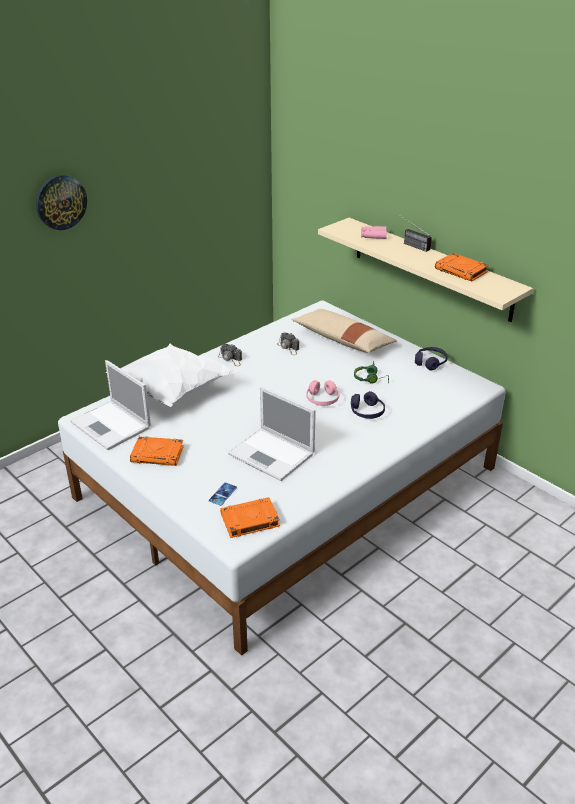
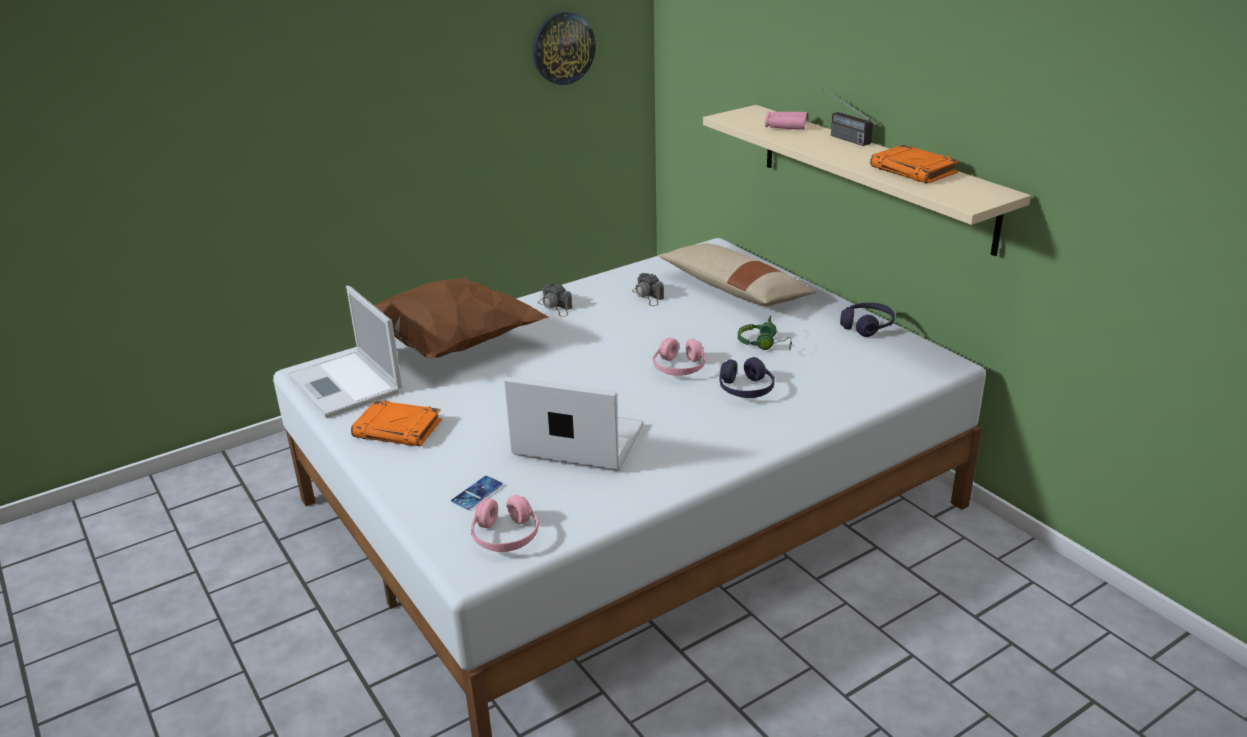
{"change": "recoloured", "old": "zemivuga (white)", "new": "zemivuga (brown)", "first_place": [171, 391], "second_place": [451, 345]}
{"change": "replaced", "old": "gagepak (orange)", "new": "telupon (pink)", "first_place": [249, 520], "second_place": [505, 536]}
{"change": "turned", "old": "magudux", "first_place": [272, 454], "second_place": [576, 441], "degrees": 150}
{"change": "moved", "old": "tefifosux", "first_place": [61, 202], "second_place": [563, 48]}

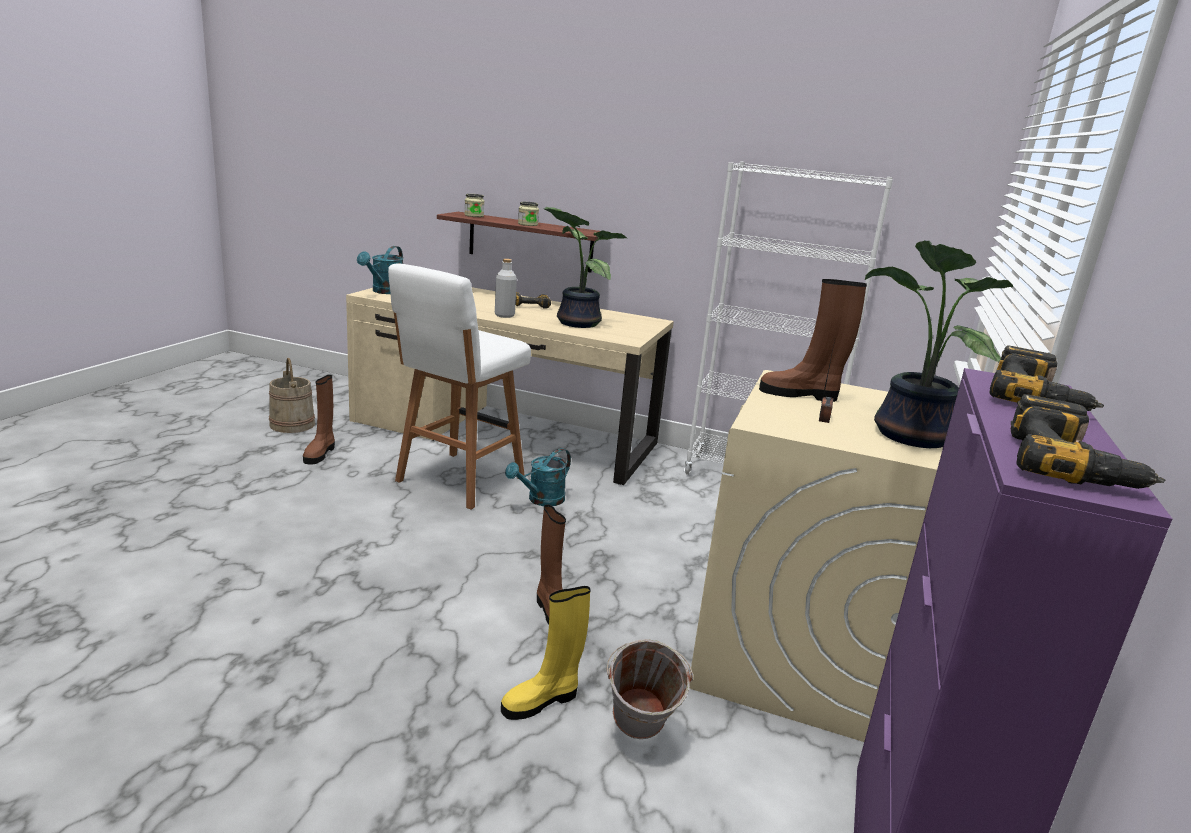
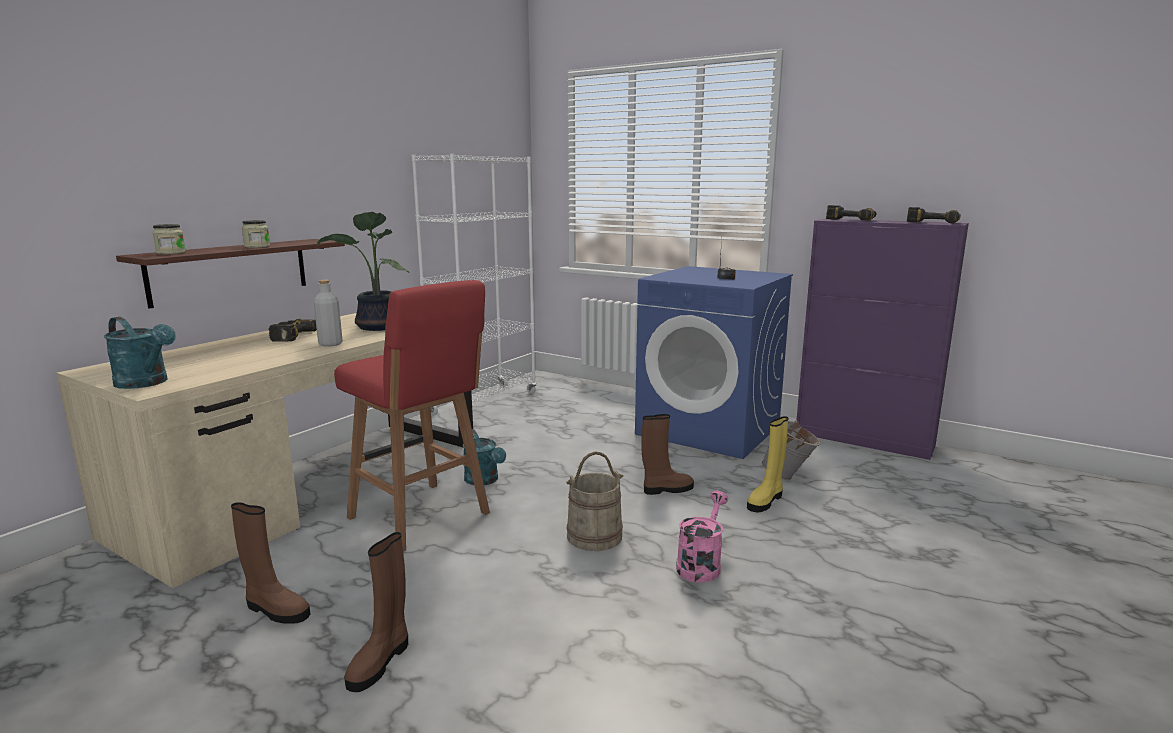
{"change": "recoloured", "old": "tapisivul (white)", "new": "tapisivul (red)", "first_place": [457, 481], "second_place": [421, 517]}
{"change": "moved", "old": "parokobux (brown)", "first_place": [800, 394], "second_place": [380, 662]}
{"change": "moved", "old": "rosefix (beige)", "first_place": [292, 424], "second_place": [594, 536]}
{"change": "recoloured", "old": "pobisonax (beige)", "new": "pobisonax (blue)", "first_place": [796, 658], "second_place": [709, 429]}
{"change": "added", "new": "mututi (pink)", "second_place": [701, 564]}
{"change": "turned", "old": "parokobux (yellow)", "first_place": [542, 701], "second_place": [765, 501], "degrees": 60}
{"change": "removed", "old": "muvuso", "first_place": [907, 435]}

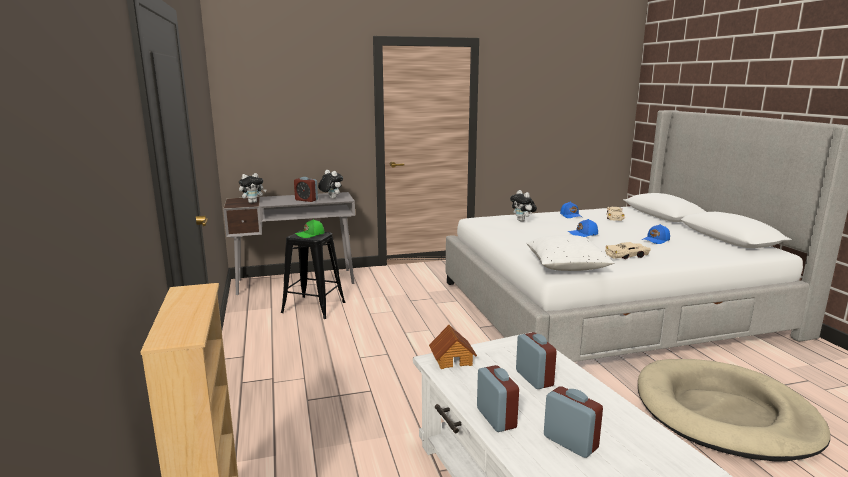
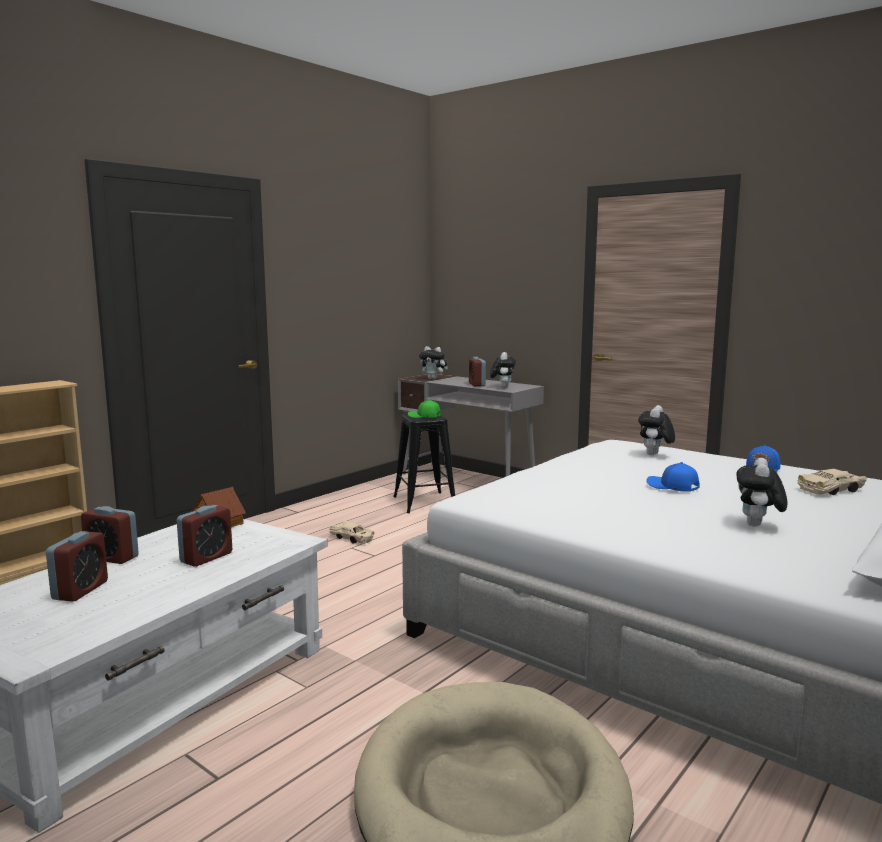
{"change": "turned", "old": "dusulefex", "first_place": [496, 418], "second_place": [112, 558], "degrees": 75}
{"change": "moved", "old": "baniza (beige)", "first_place": [627, 256], "second_place": [352, 538]}
{"change": "replaced", "old": "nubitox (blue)", "new": "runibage", "first_place": [656, 240], "second_place": [758, 526]}
{"change": "removed", "old": "zemivuga (white)", "first_place": [566, 267]}

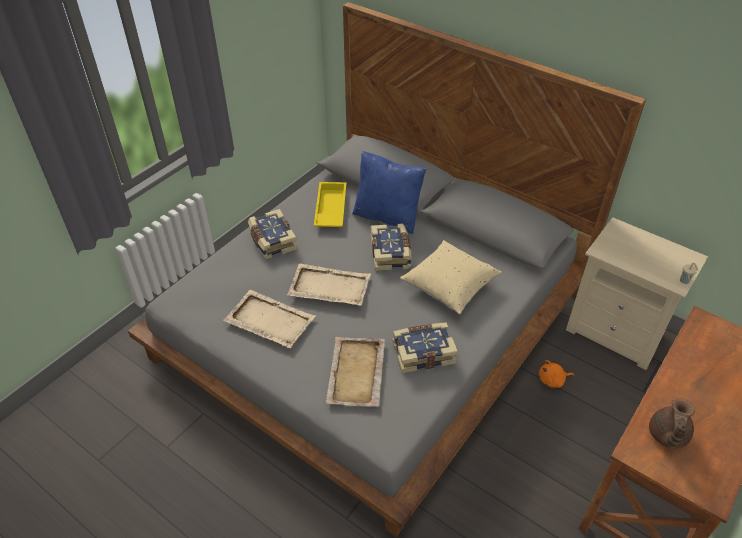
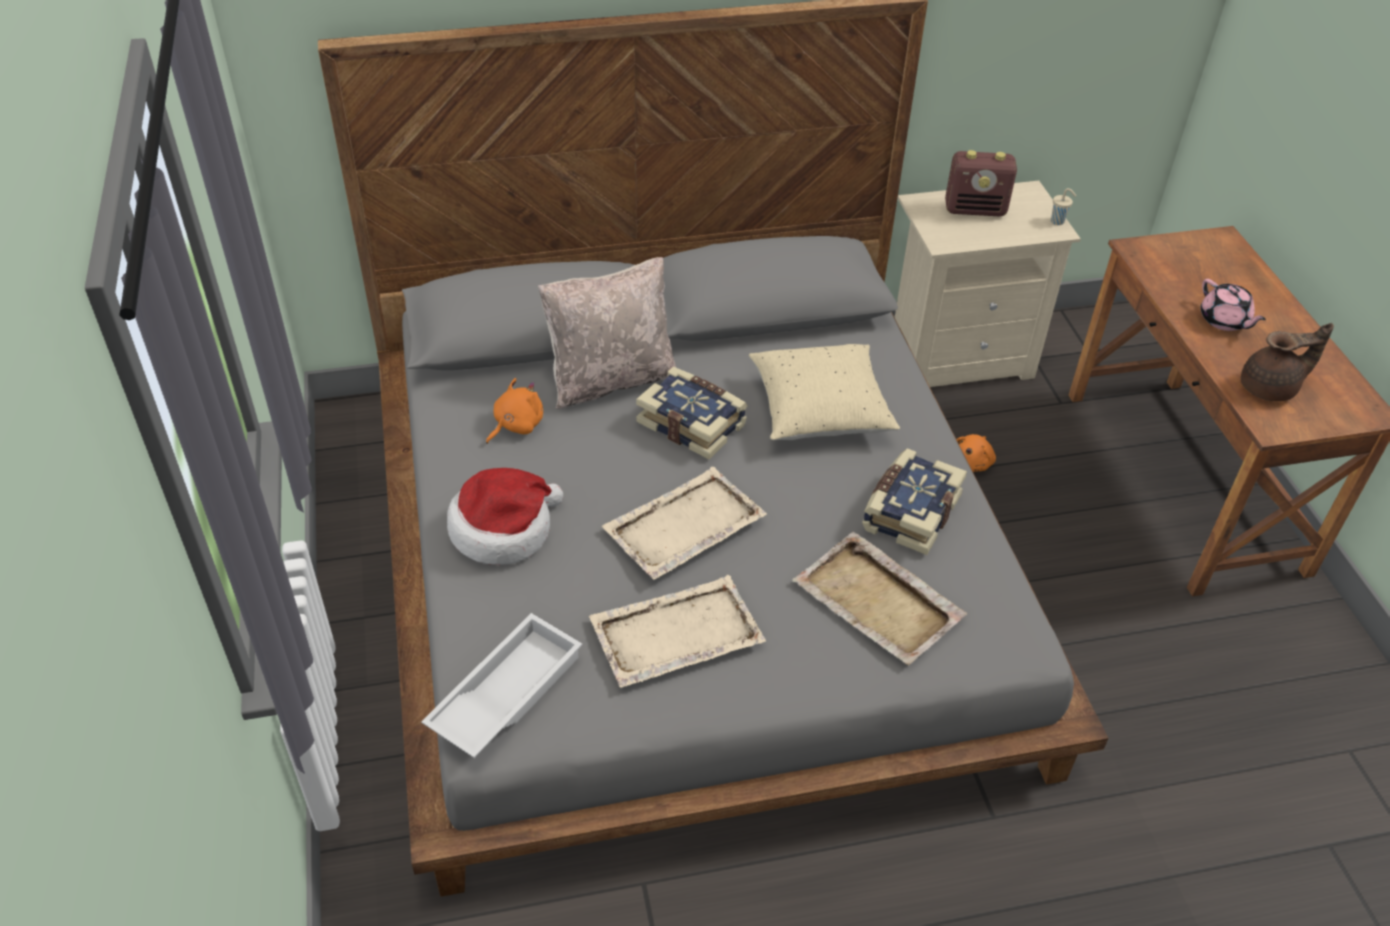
{"change": "added", "new": "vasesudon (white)", "second_place": [505, 692]}
{"change": "replaced", "old": "gagepak", "new": "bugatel", "first_place": [272, 241], "second_place": [503, 529]}
{"change": "replaced", "old": "vasesudon (yellow)", "new": "runibage (orange)", "first_place": [330, 209], "second_place": [516, 425]}
{"change": "recoloured", "old": "zemivuga (blue)", "new": "zemivuga (beige)", "first_place": [387, 216], "second_place": [611, 379]}
{"change": "added", "new": "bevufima", "second_place": [975, 210]}
{"change": "added", "new": "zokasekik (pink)", "second_place": [1224, 321]}
{"change": "turned", "old": "zokasekik (brown)", "first_place": [666, 436], "second_place": [1270, 388], "degrees": -75}

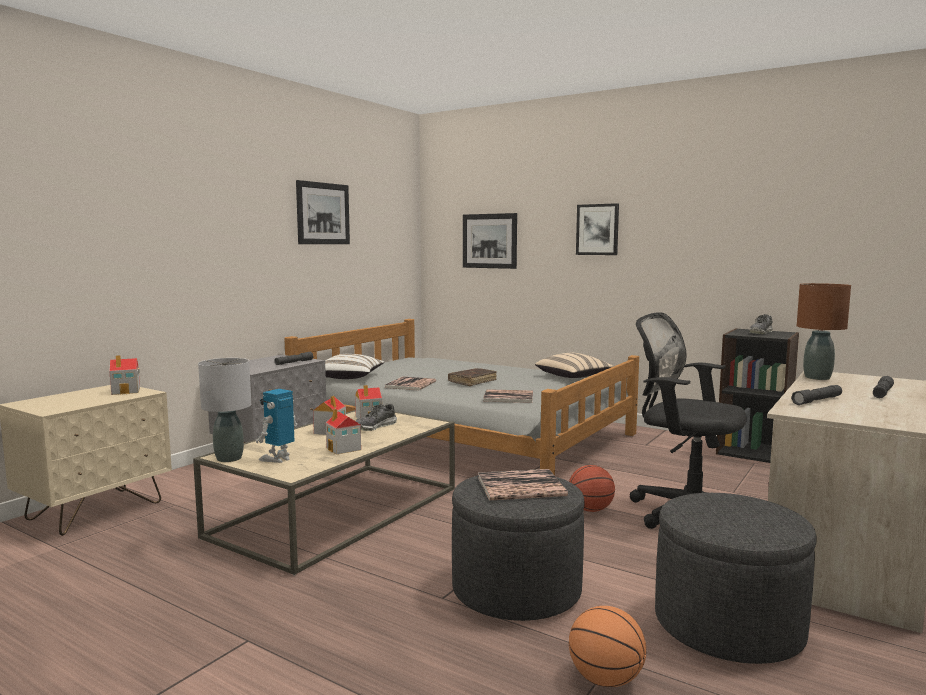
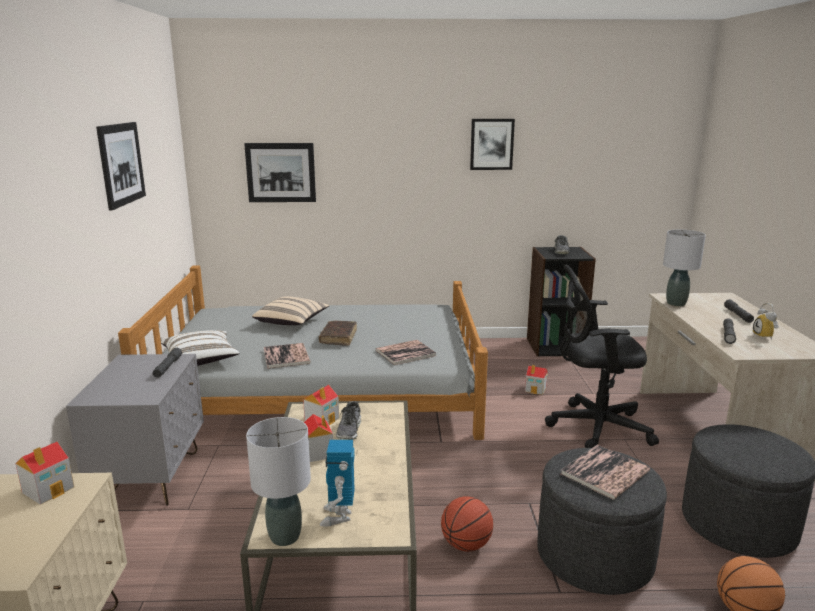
{"change": "moved", "old": "zemivuga (beige)", "first_place": [573, 377], "second_place": [292, 322]}
{"change": "moved", "old": "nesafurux", "first_place": [590, 510], "second_place": [466, 545]}
{"change": "moved", "old": "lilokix", "first_place": [597, 229], "second_place": [491, 144]}
{"change": "moved", "old": "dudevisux", "first_place": [344, 449], "second_place": [536, 389]}
{"change": "recoloured", "old": "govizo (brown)", "new": "govizo (grey)", "first_place": [816, 378], "second_place": [675, 303]}
{"change": "added", "new": "dusulefex", "second_place": [766, 337]}

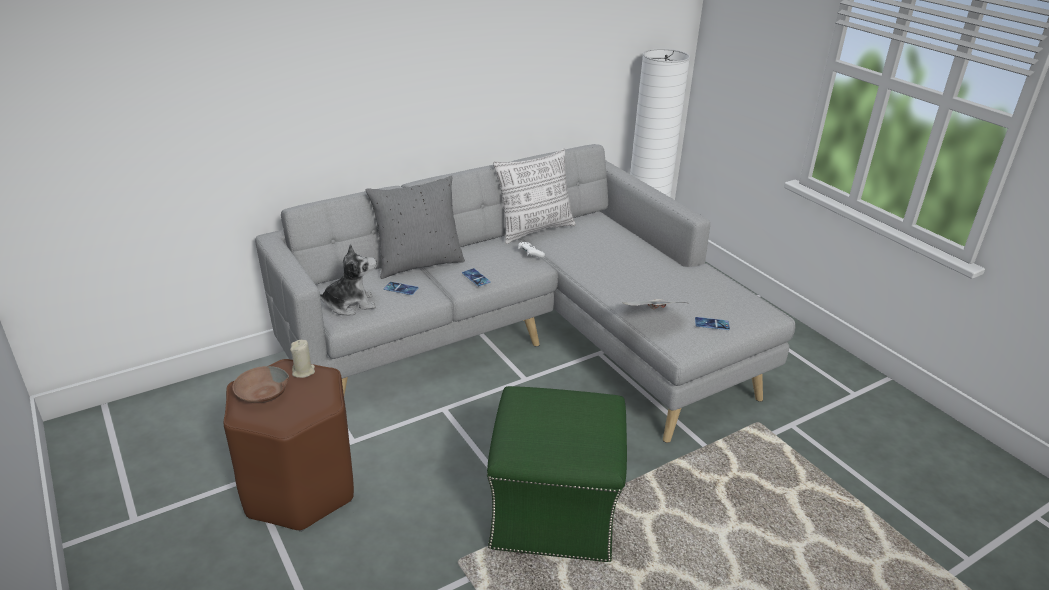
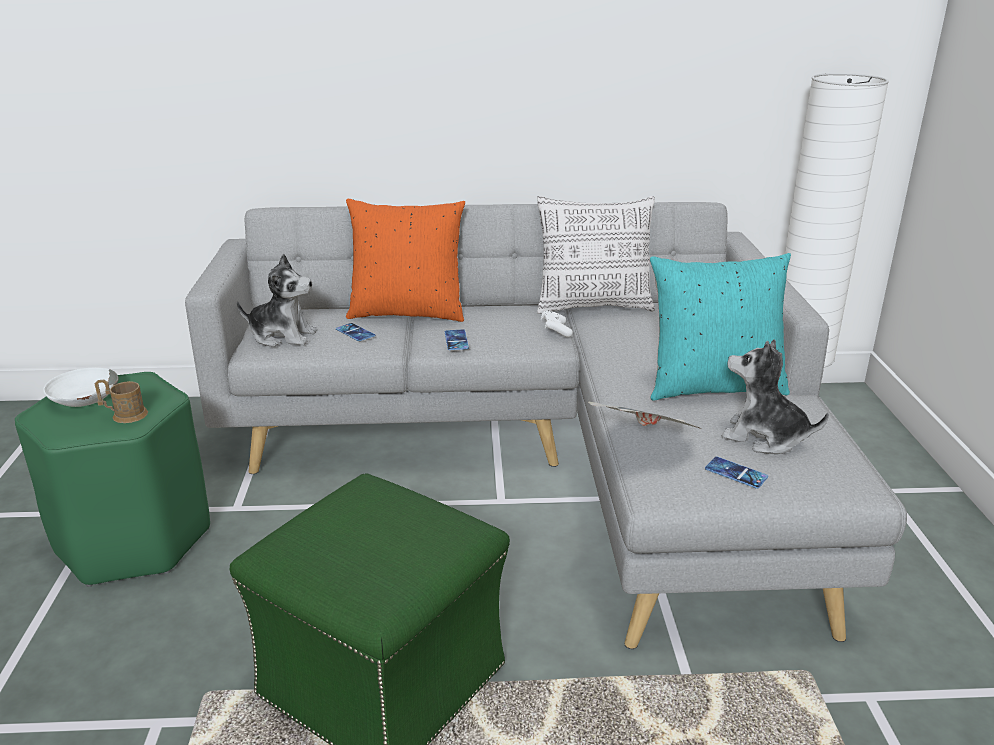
{"change": "recoloured", "old": "tapisivul (brown)", "new": "tapisivul (green)", "first_place": [299, 488], "second_place": [134, 539]}
{"change": "recoloured", "old": "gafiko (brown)", "new": "gafiko (white)", "first_place": [262, 393], "second_place": [82, 397]}
{"change": "added", "new": "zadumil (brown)", "second_place": [124, 415]}
{"change": "recoloured", "old": "zemivuga (grey)", "new": "zemivuga (orange)", "first_place": [418, 263], "second_place": [407, 312]}
{"change": "added", "new": "zemivuga (turquoise)", "second_place": [713, 387]}
{"change": "added", "new": "runibage", "second_place": [764, 437]}
{"change": "removed", "old": "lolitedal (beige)", "first_place": [303, 371]}

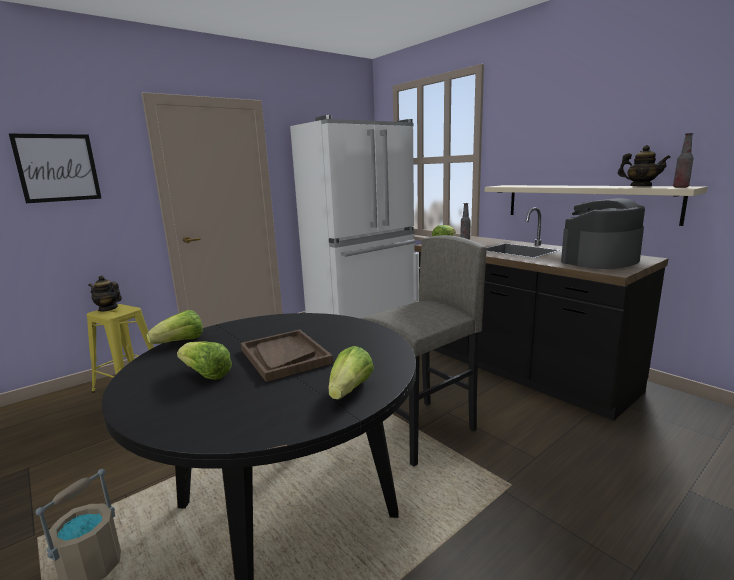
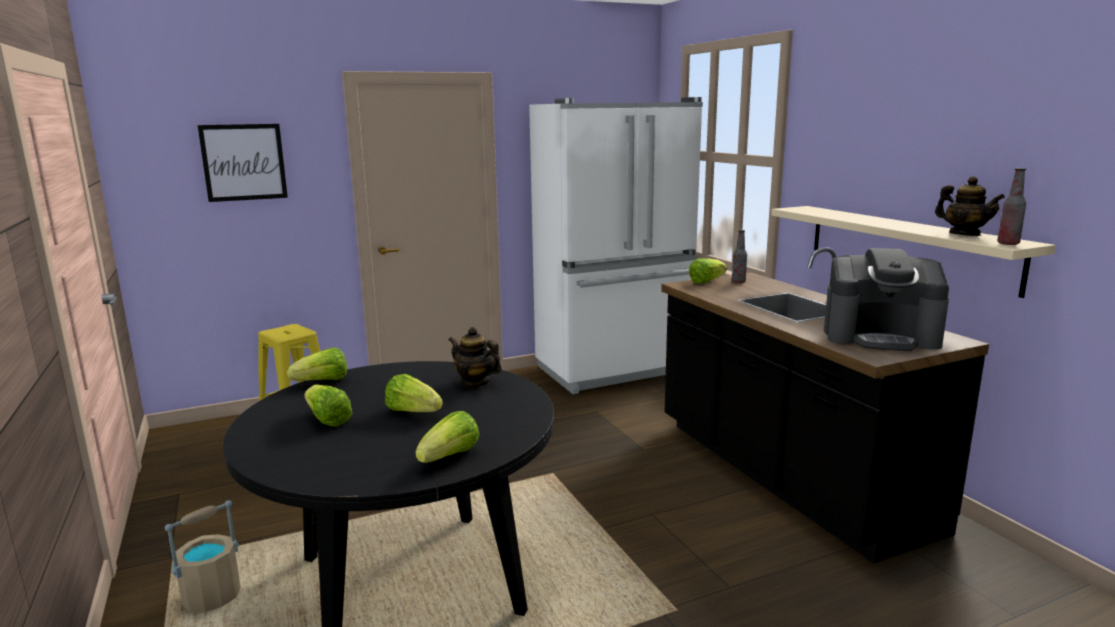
{"change": "replaced", "old": "vasesudon (brown)", "new": "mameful", "first_place": [285, 356], "second_place": [413, 412]}
{"change": "moved", "old": "zokasekik", "first_place": [108, 309], "second_place": [475, 383]}
{"change": "turned", "old": "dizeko", "first_place": [599, 260], "second_place": [880, 336], "degrees": -150}
{"change": "removed", "old": "tapisivul (grey)", "first_place": [422, 431]}

